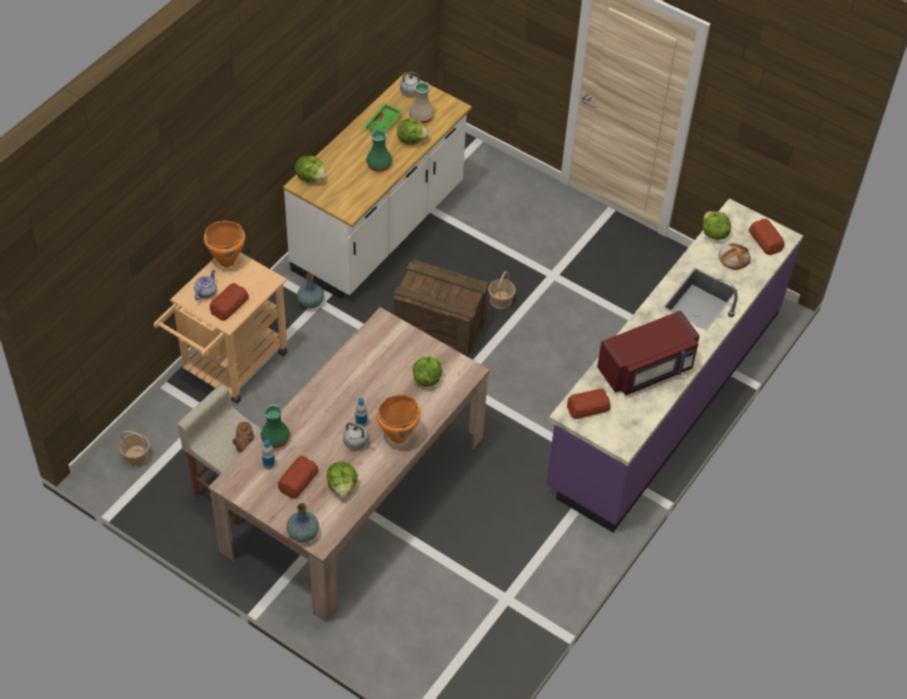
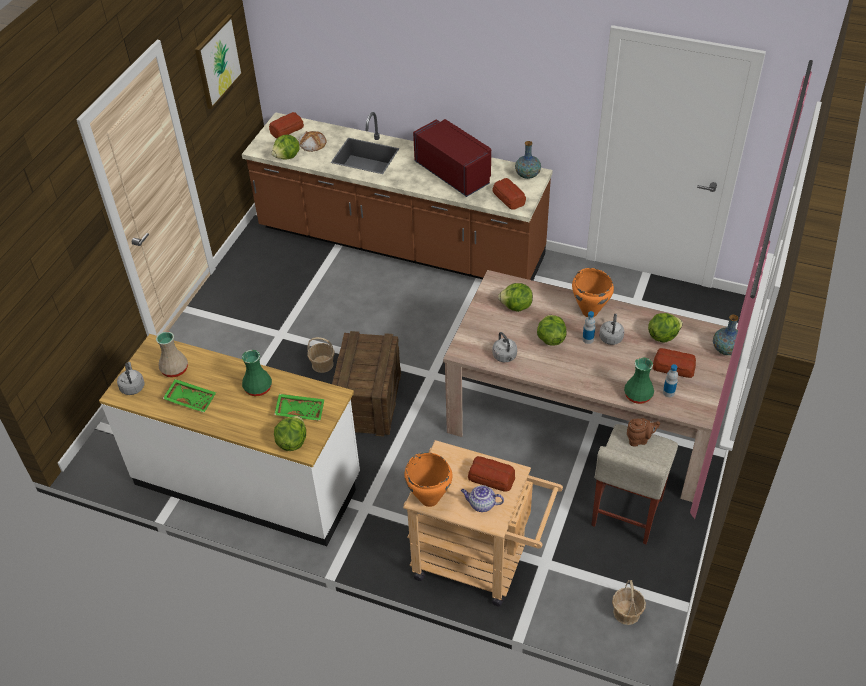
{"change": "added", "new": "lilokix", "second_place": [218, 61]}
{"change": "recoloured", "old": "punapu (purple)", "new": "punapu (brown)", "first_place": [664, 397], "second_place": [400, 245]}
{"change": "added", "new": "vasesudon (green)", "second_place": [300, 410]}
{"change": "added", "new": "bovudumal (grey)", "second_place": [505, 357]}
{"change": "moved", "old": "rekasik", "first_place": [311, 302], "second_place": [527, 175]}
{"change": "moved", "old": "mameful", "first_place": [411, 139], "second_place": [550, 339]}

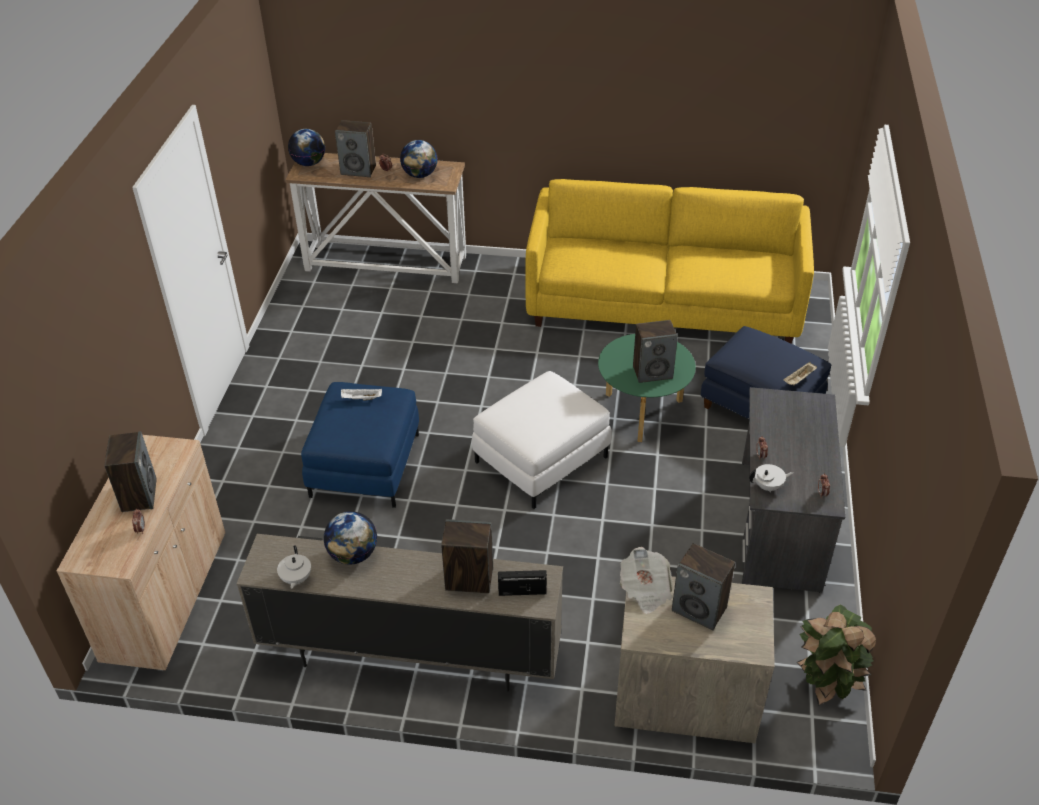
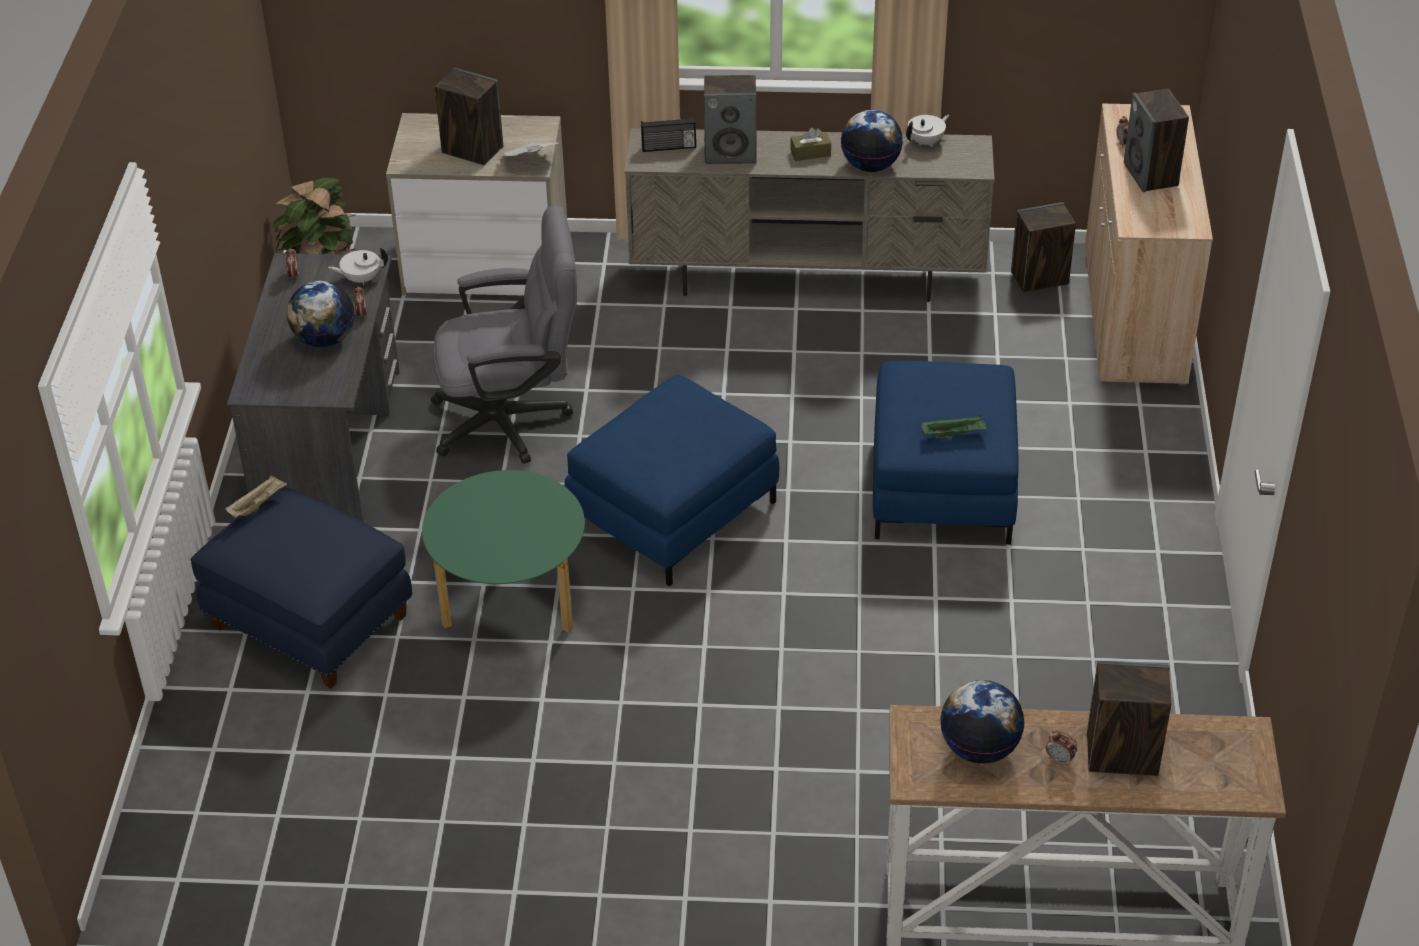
{"change": "moved", "old": "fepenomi", "first_place": [309, 163], "second_place": [324, 339]}
{"change": "added", "new": "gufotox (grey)", "second_place": [513, 420]}
{"change": "recoloured", "old": "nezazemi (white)", "new": "nezazemi (blue)", "first_place": [541, 459], "second_place": [673, 512]}
{"change": "added", "new": "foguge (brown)", "second_place": [810, 153]}
{"change": "turned", "old": "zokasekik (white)", "first_place": [296, 579], "second_place": [926, 142], "degrees": 60}
{"change": "recoloured", "old": "vasesudon (white)", "new": "vasesudon (green)", "first_place": [361, 399], "second_place": [953, 434]}
{"change": "moved", "old": "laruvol", "first_place": [653, 372], "second_place": [1039, 279]}
{"change": "removed", "old": "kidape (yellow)", "first_place": [664, 304]}

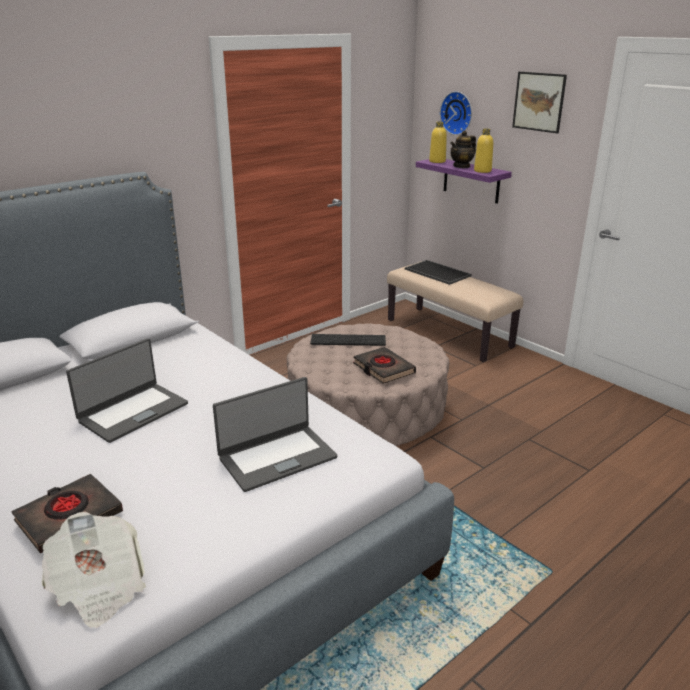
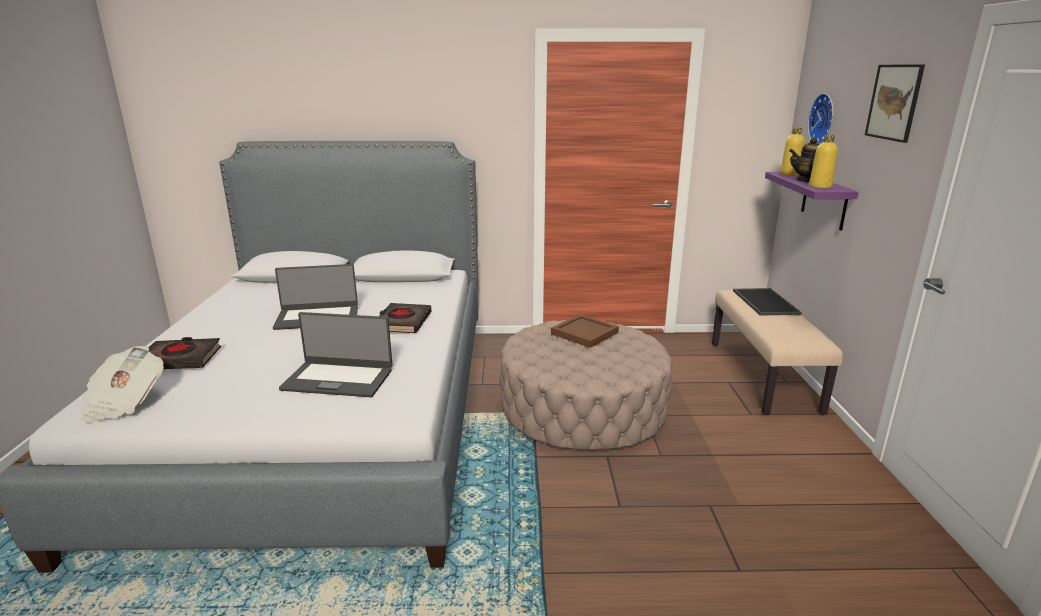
{"change": "moved", "old": "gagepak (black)", "first_place": [383, 369], "second_place": [403, 322]}
{"change": "replaced", "old": "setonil", "new": "vasesudon (brown)", "first_place": [347, 340], "second_place": [583, 333]}

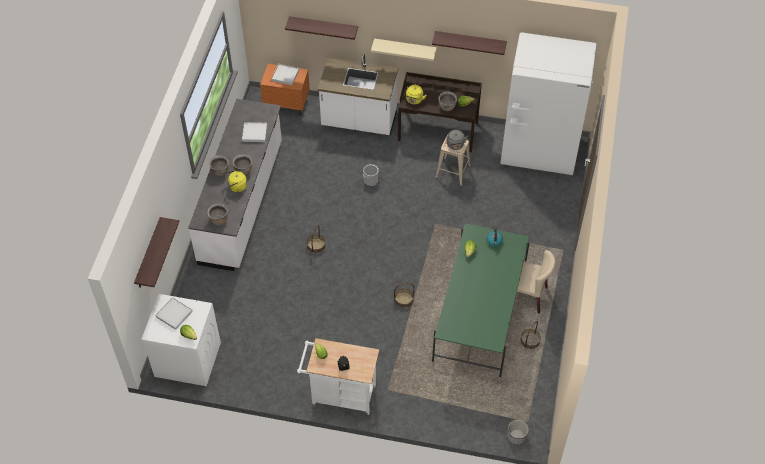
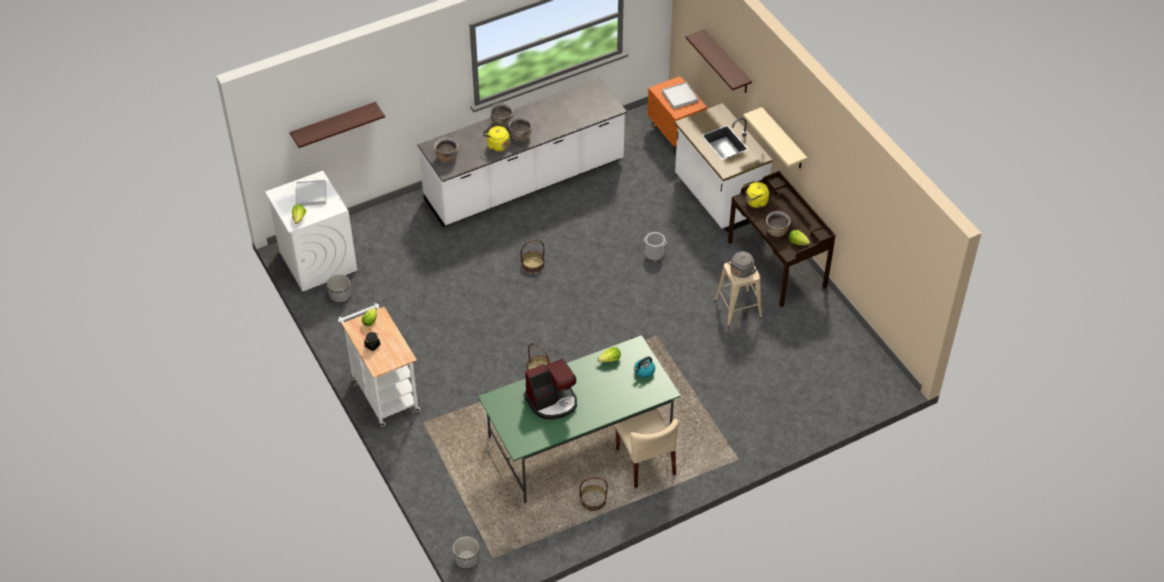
{"change": "added", "new": "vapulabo", "second_place": [340, 295]}
{"change": "added", "new": "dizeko", "second_place": [552, 401]}
{"change": "removed", "old": "vasesudon (white)", "first_place": [254, 133]}
{"change": "removed", "old": "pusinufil", "first_place": [470, 42]}
{"change": "removed", "old": "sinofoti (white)", "first_place": [539, 151]}

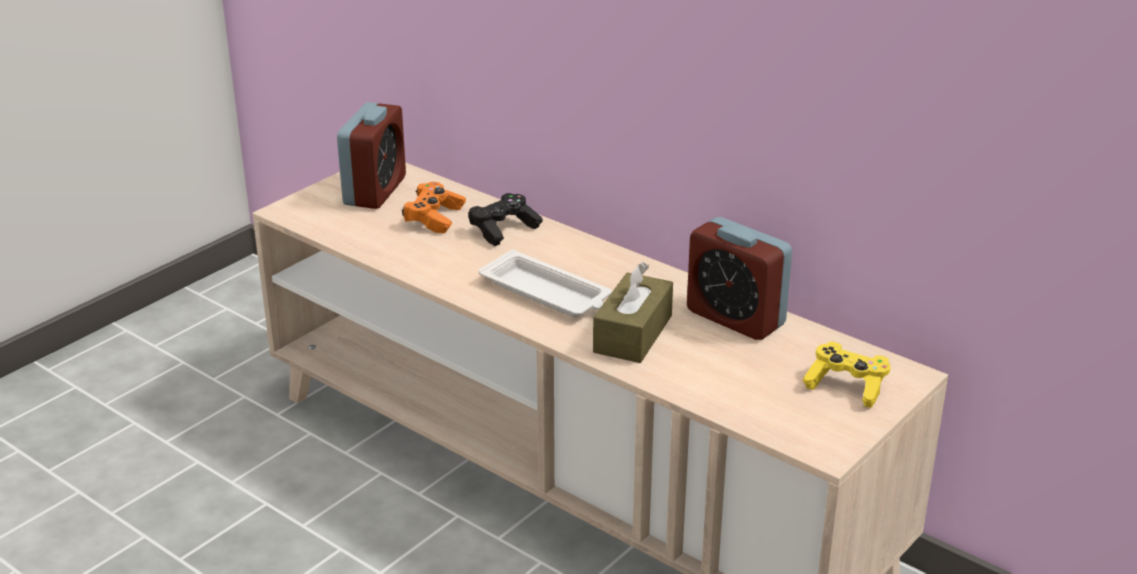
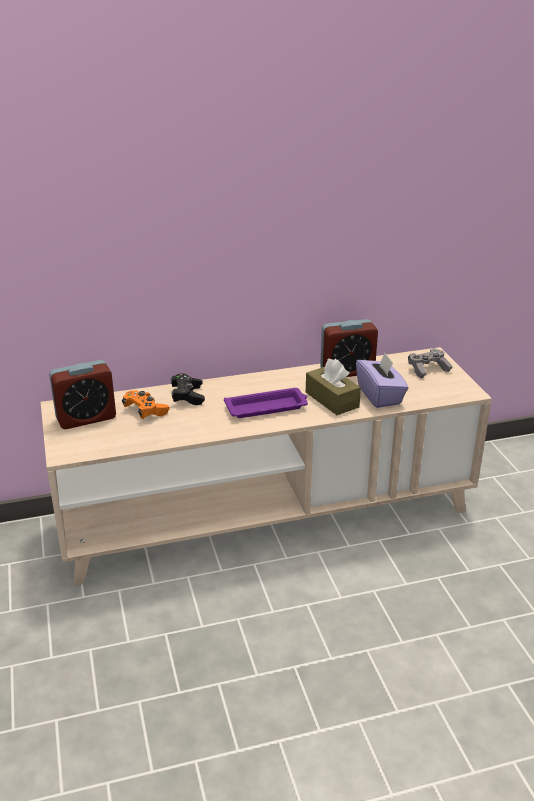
{"change": "turned", "old": "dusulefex", "first_place": [375, 191], "second_place": [86, 418], "degrees": 105}
{"change": "recoloured", "old": "vasesudon (white)", "new": "vasesudon (purple)", "first_place": [547, 293], "second_place": [267, 407]}
{"change": "added", "new": "foguge (purple)", "second_place": [380, 395]}
{"change": "recoloured", "old": "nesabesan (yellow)", "new": "nesabesan (grey)", "first_place": [846, 386], "second_place": [428, 369]}

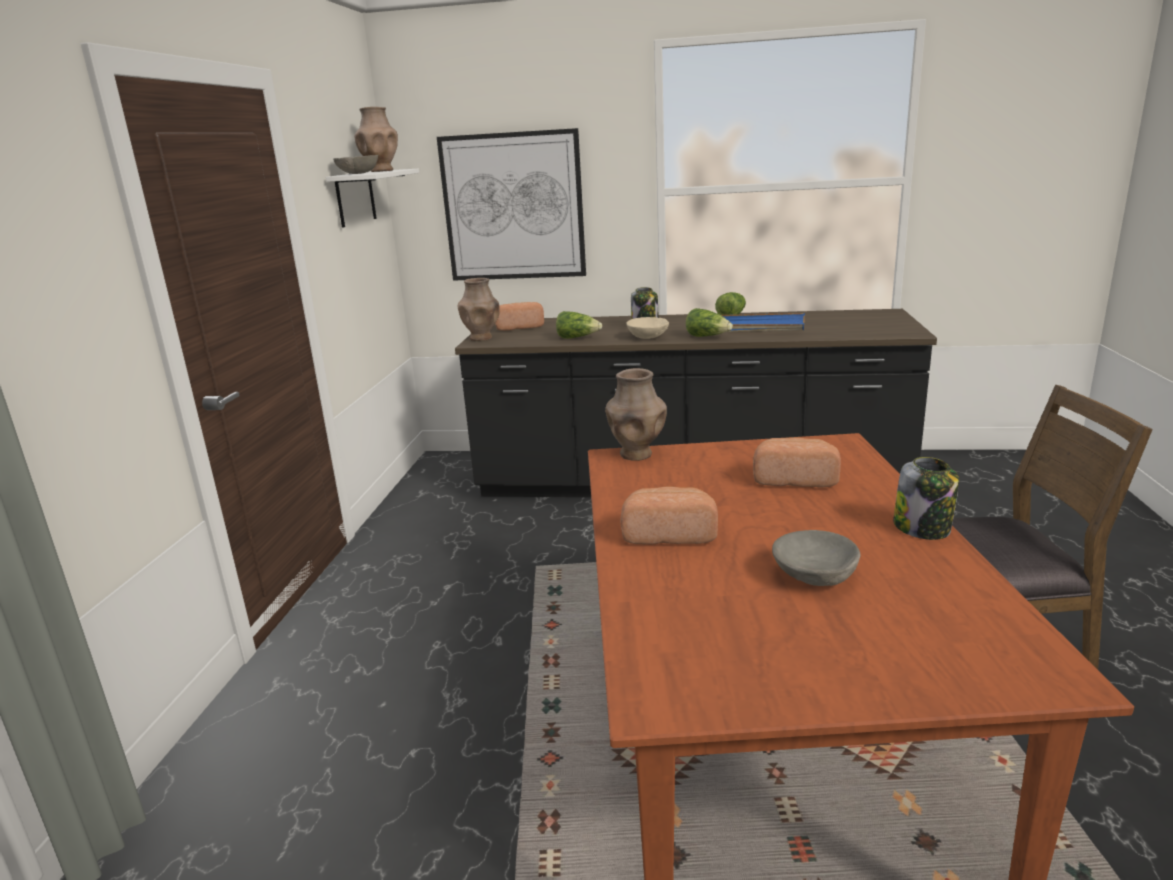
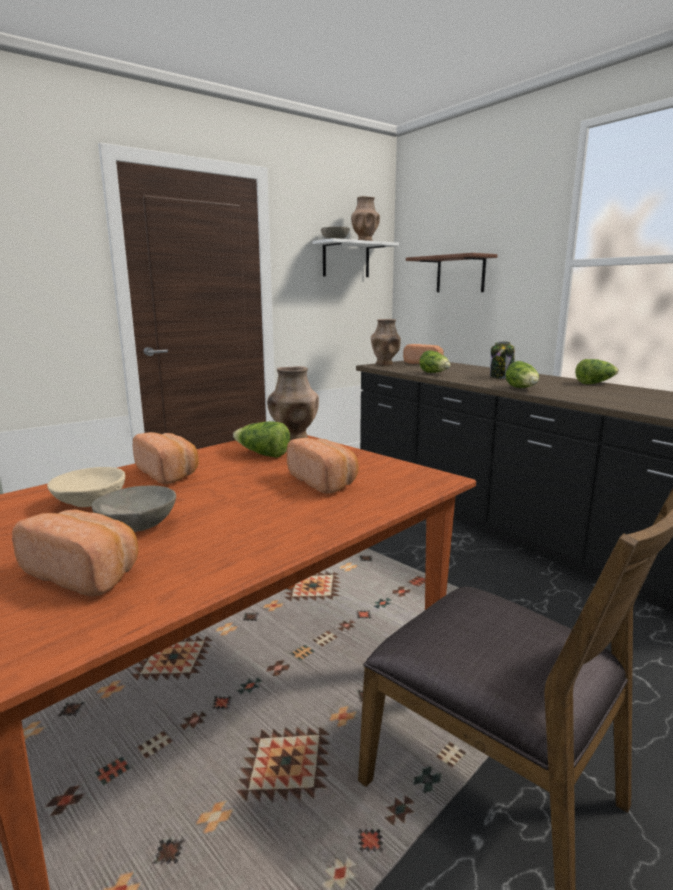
{"change": "added", "new": "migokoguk", "second_place": [85, 573]}
{"change": "moved", "old": "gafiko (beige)", "first_place": [647, 337], "second_place": [91, 503]}
{"change": "added", "new": "mameful", "second_place": [262, 454]}
{"change": "replaced", "old": "lilokix", "new": "pusinufil (brown)", "first_place": [513, 207], "second_place": [460, 274]}
{"change": "removed", "old": "vasesudon (blue)", "first_place": [757, 327]}
{"change": "removed", "old": "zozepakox", "first_place": [923, 528]}

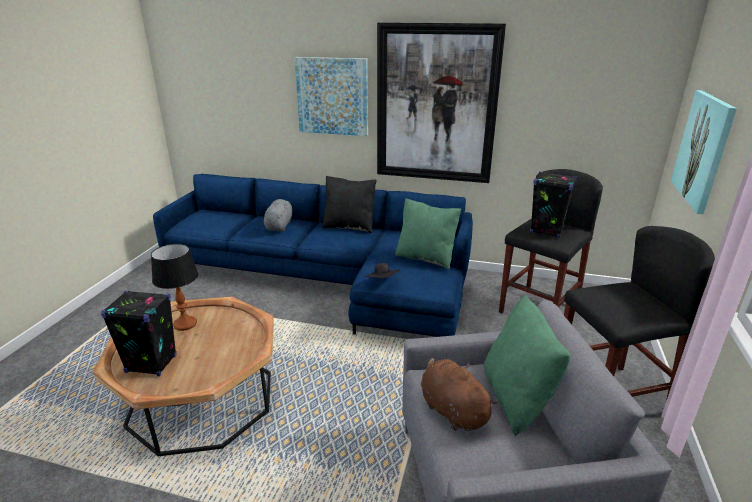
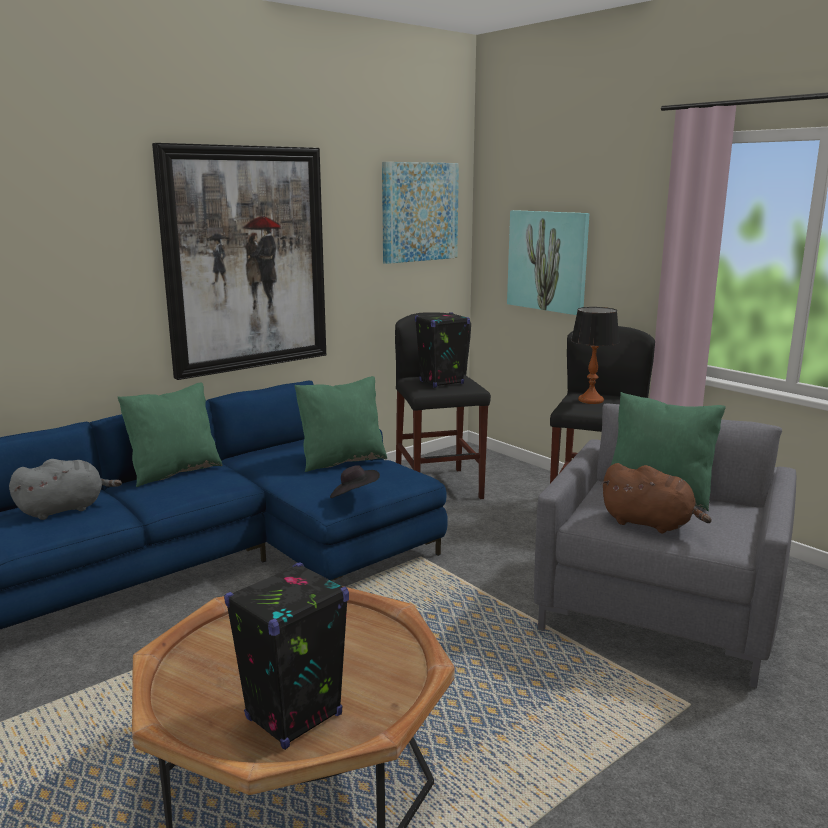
{"change": "turned", "old": "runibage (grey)", "first_place": [279, 226], "second_place": [65, 509], "degrees": 105}
{"change": "recoloured", "old": "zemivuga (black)", "new": "zemivuga (green)", "first_place": [349, 226], "second_place": [174, 472]}
{"change": "moved", "old": "lilokix", "first_place": [332, 96], "second_place": [419, 212]}
{"change": "moved", "old": "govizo", "first_place": [185, 324], "second_place": [591, 400]}
{"change": "turned", "old": "runibage (brown)", "first_place": [451, 410], "second_place": [650, 524], "degrees": -150}

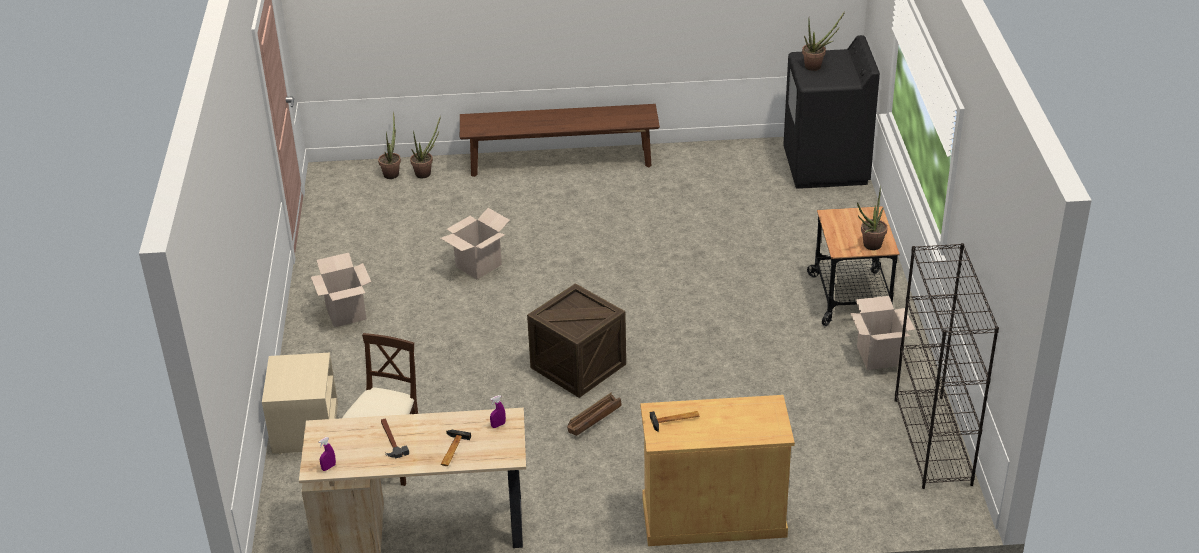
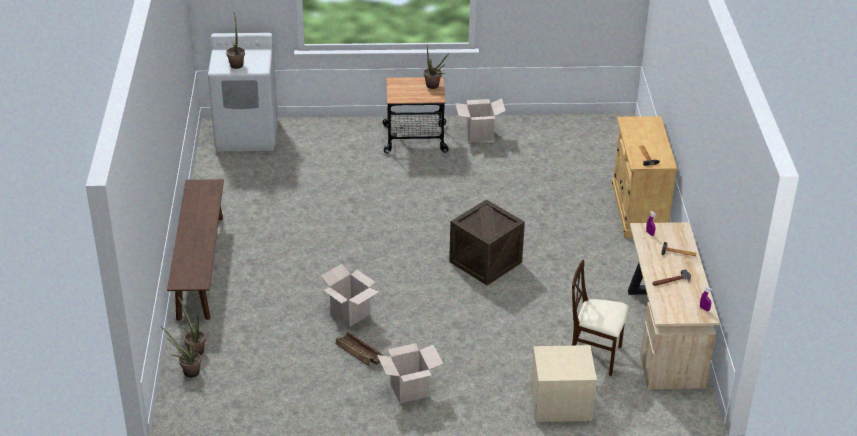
{"change": "recoloured", "old": "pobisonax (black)", "new": "pobisonax (white)", "first_place": [826, 167], "second_place": [247, 134]}
{"change": "moved", "old": "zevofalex", "first_place": [593, 419], "second_place": [360, 353]}
{"change": "removed", "old": "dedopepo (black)", "first_place": [933, 442]}

